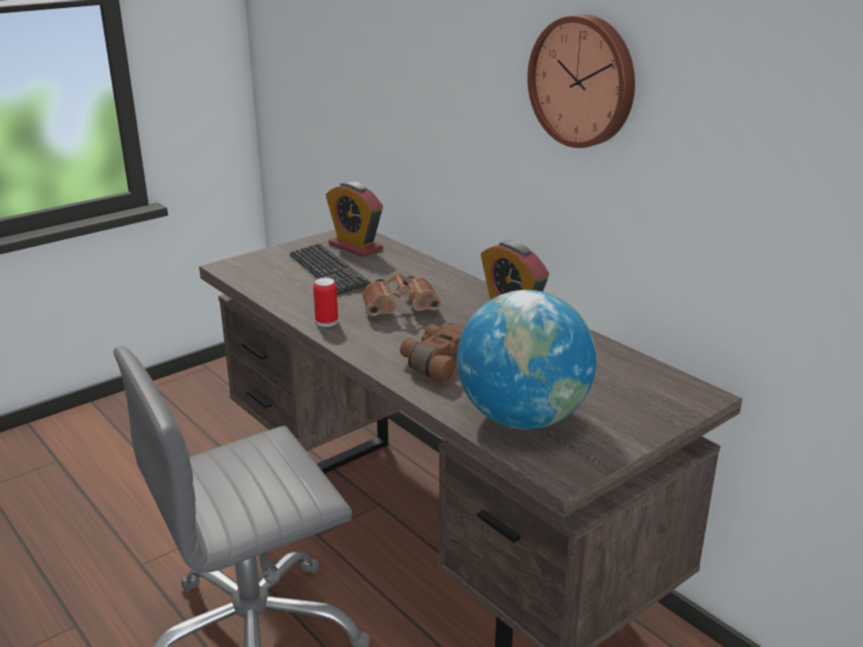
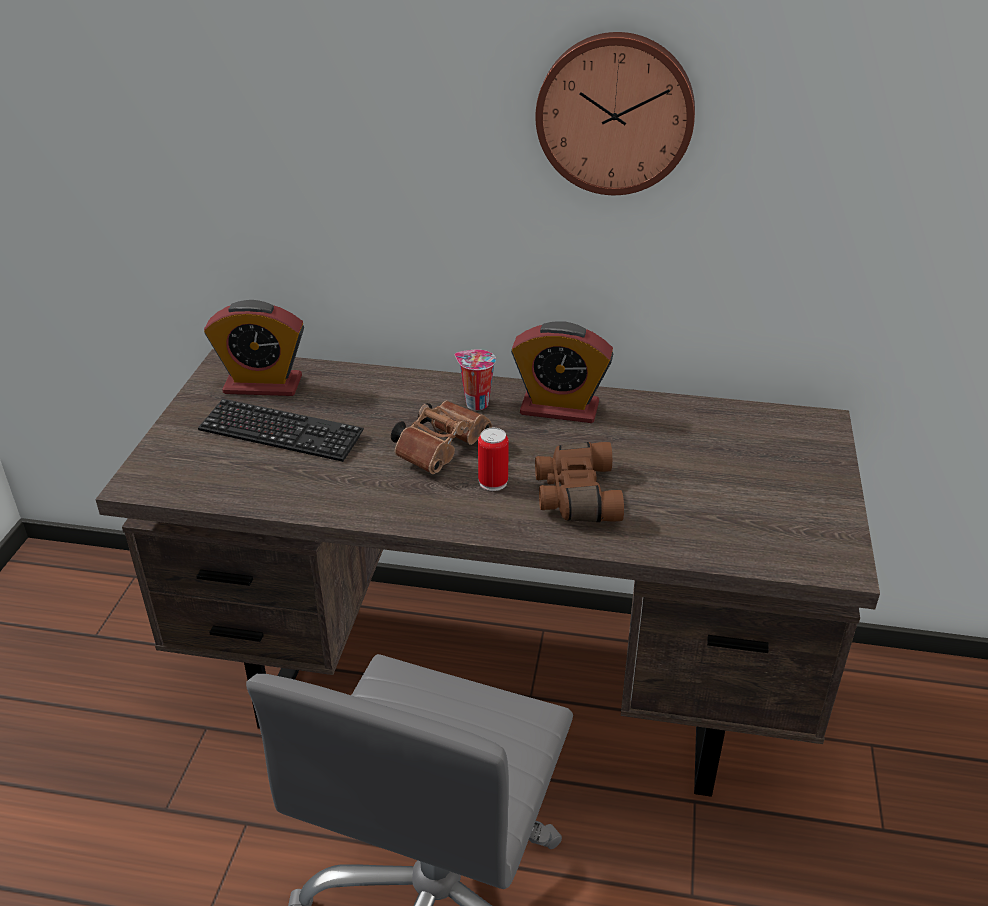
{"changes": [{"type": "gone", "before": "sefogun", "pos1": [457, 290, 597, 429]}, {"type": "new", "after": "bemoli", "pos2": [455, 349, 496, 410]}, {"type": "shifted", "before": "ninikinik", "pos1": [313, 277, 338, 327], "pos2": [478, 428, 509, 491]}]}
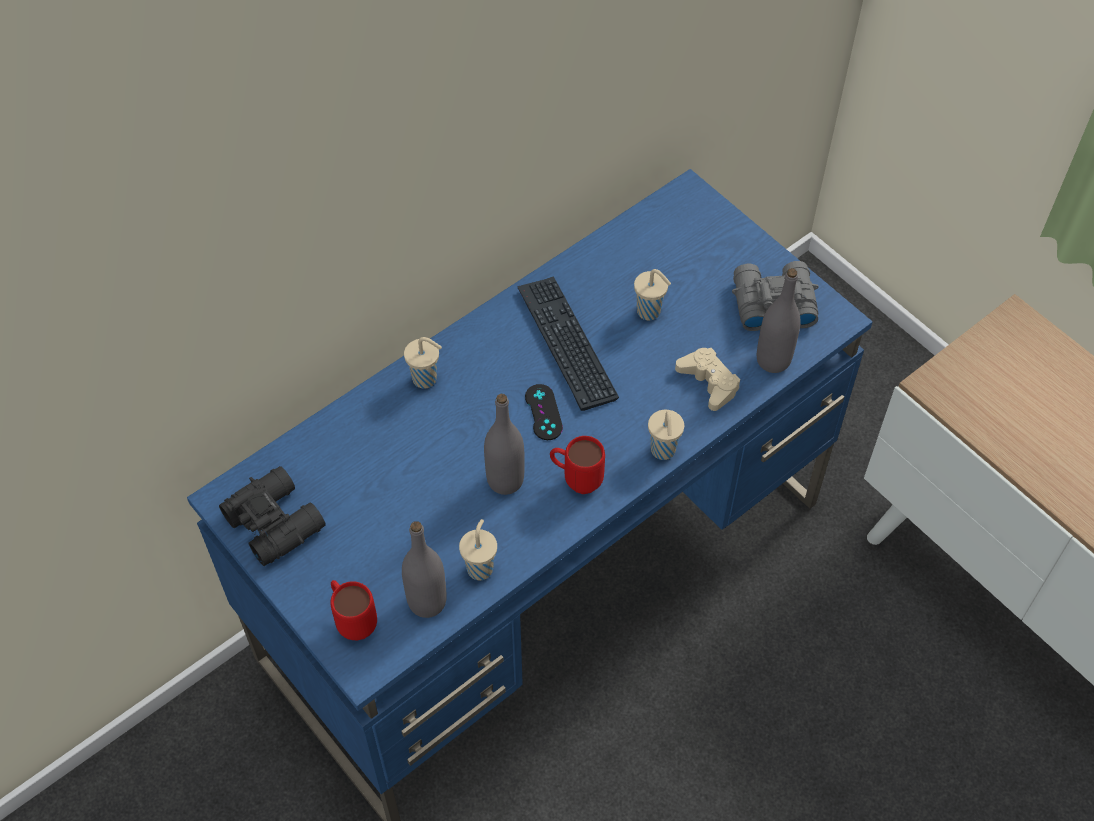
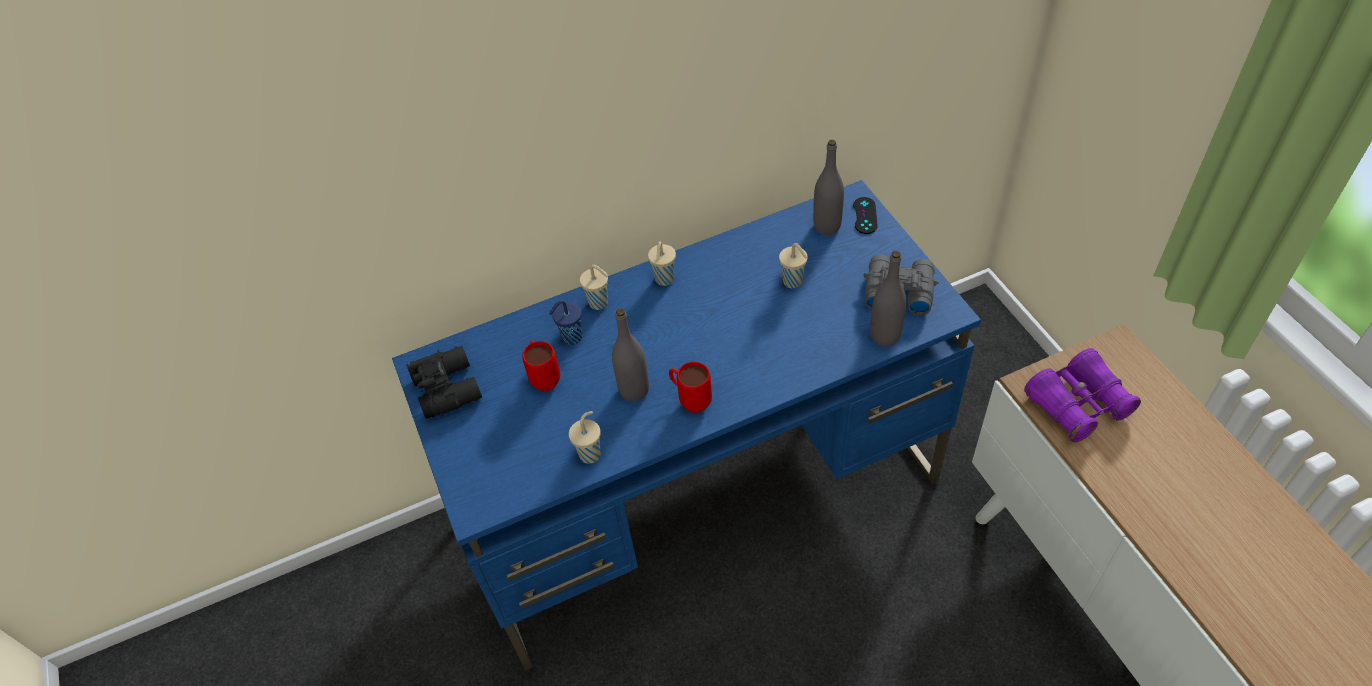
{"changes": [{"type": "gone", "before": "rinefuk", "pos1": [517, 276, 619, 411]}, {"type": "gone", "before": "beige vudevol", "pos1": [675, 348, 740, 411]}, {"type": "new", "after": "blue bemoli", "pos2": [549, 300, 582, 345]}, {"type": "new", "after": "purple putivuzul", "pos2": [1024, 348, 1141, 442]}, {"type": "shifted", "before": "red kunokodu", "pos1": [331, 580, 377, 641], "pos2": [522, 340, 560, 391]}, {"type": "shifted", "before": "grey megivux", "pos1": [402, 521, 447, 618], "pos2": [813, 140, 844, 235]}, {"type": "shifted", "before": "black vudevol", "pos1": [525, 384, 563, 440], "pos2": [853, 197, 878, 234]}, {"type": "shifted", "before": "beige bemoli", "pos1": [648, 410, 684, 460], "pos2": [648, 241, 676, 286]}]}
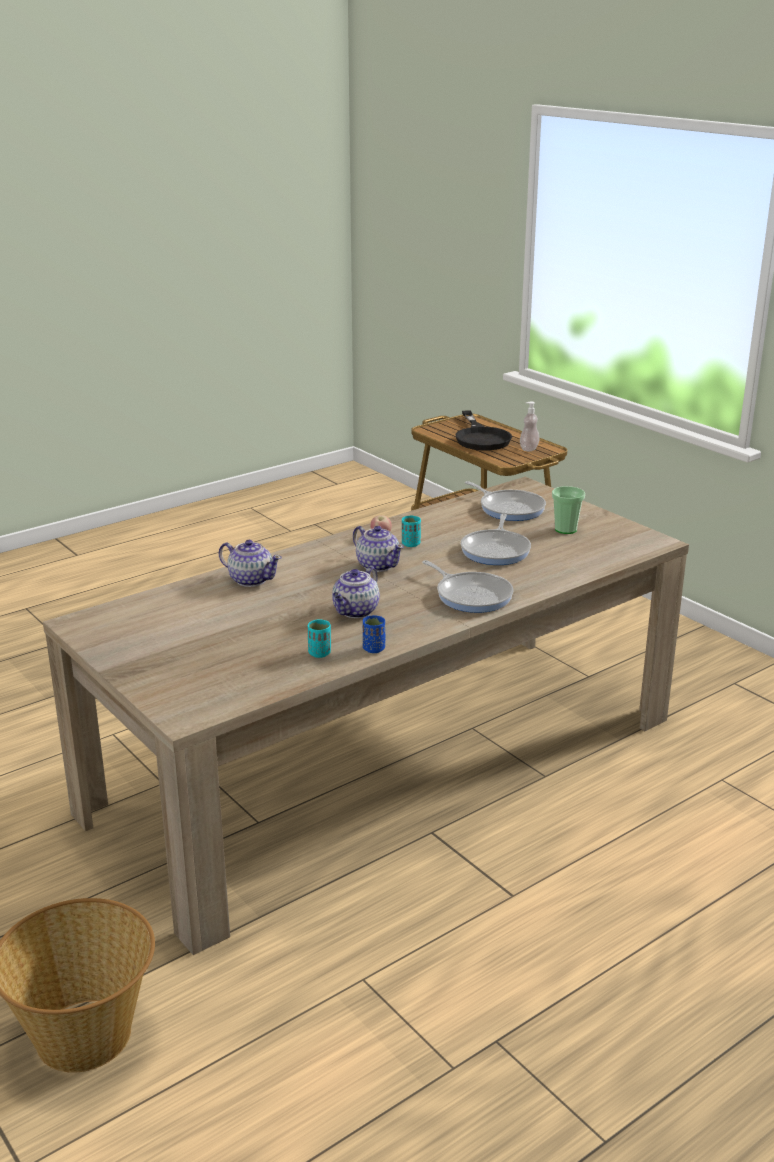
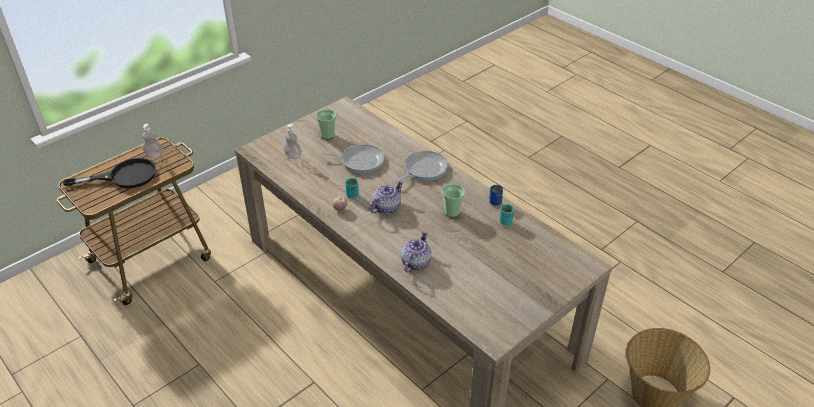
{"changes": [{"type": "swapped", "before": "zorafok", "after": "bemoli", "pos1": [332, 566, 380, 618], "pos2": [442, 184, 465, 218]}, {"type": "swapped", "before": "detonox", "after": "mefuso", "pos1": [465, 481, 546, 521], "pos2": [284, 124, 302, 160]}]}
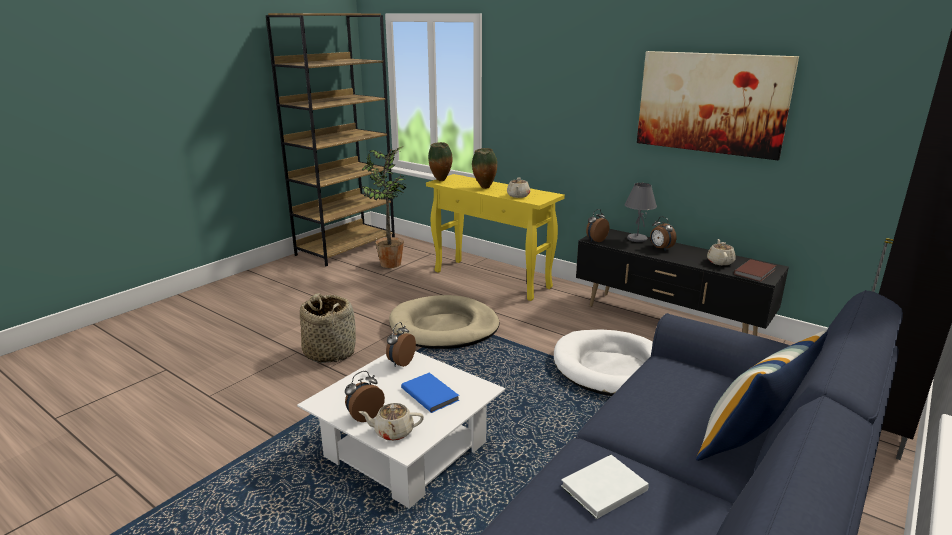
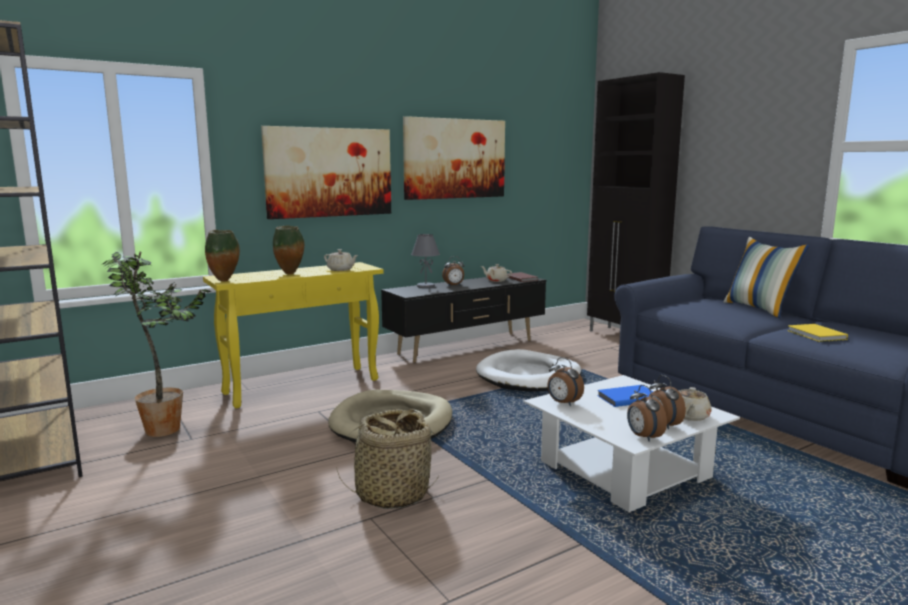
{"changes": [{"type": "new", "after": "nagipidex", "pos2": [261, 126, 391, 219]}, {"type": "shifted", "before": "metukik", "pos1": [586, 209, 609, 242], "pos2": [627, 385, 667, 442]}, {"type": "repainted", "before": "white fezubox", "after": "yellow fezubox", "pos1": [561, 455, 649, 519], "pos2": [787, 324, 848, 342]}]}
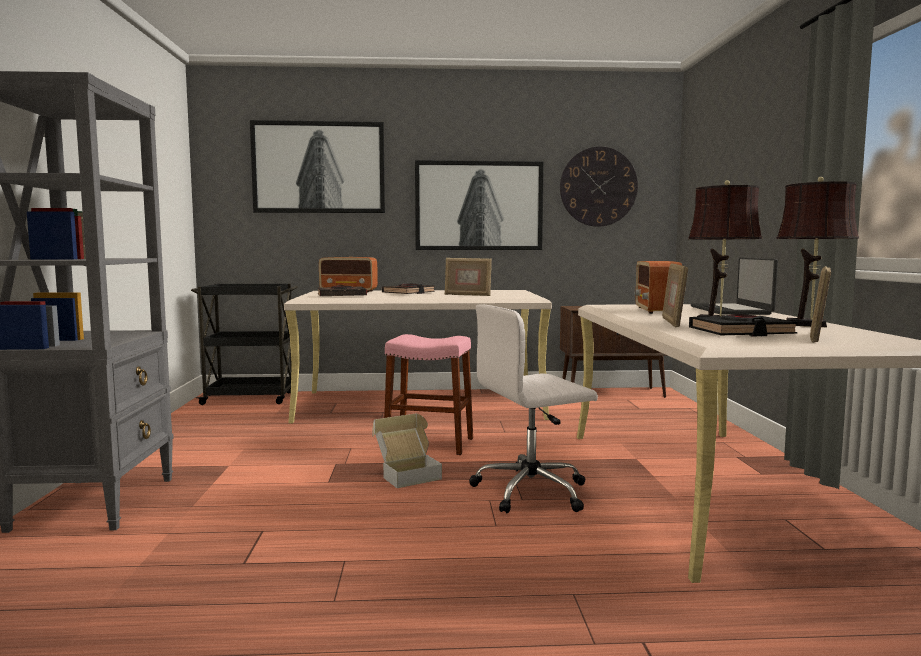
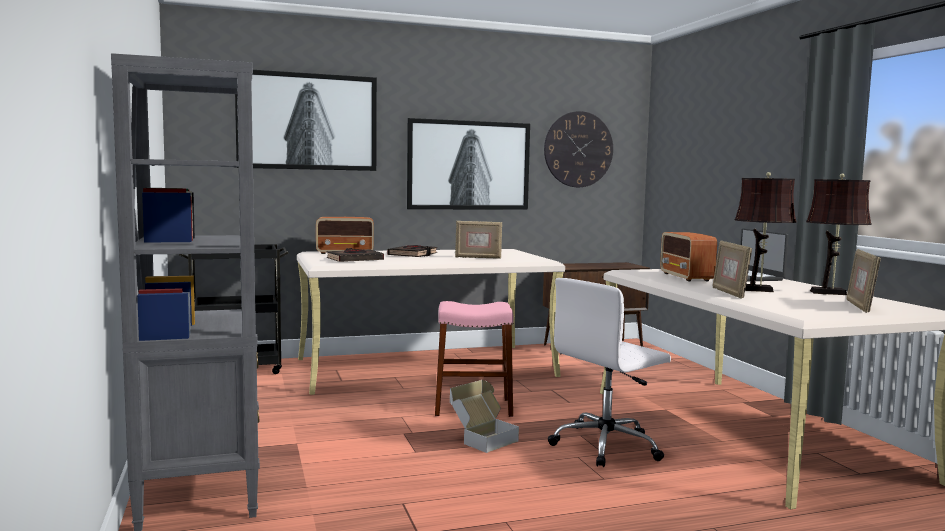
{"changes": [{"type": "gone", "before": "black fezubox", "pos1": [689, 314, 798, 337]}]}
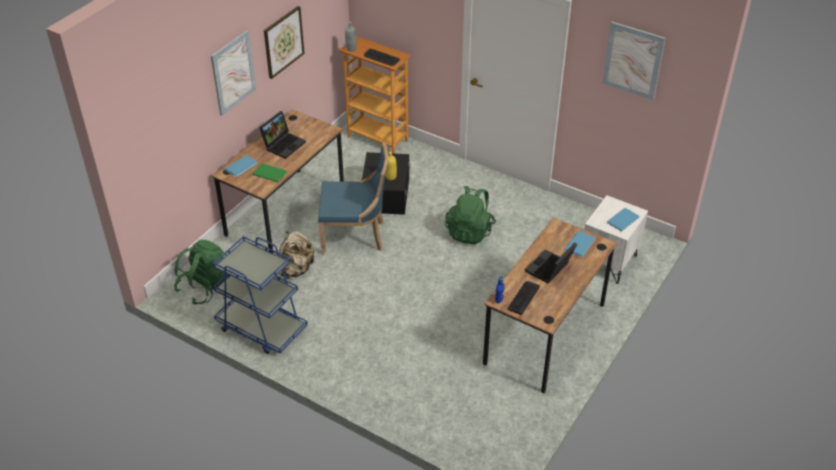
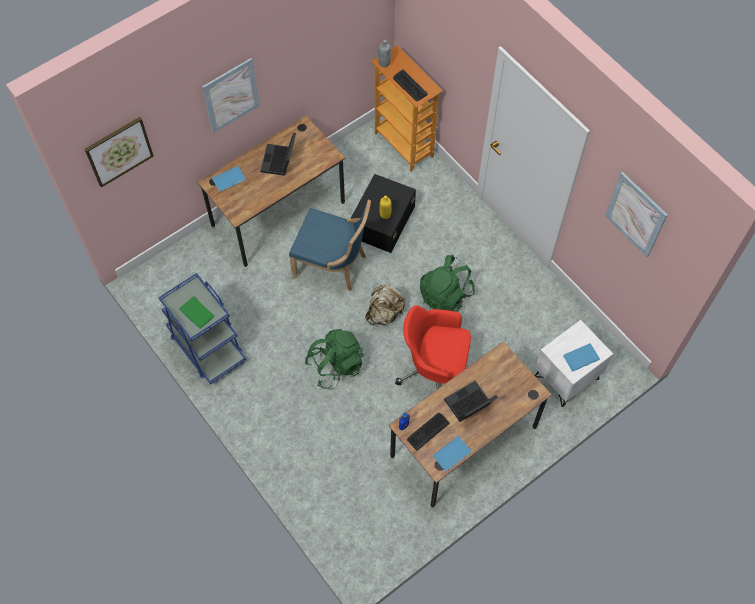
{"changes": [{"type": "new", "after": "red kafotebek", "pos2": [395, 305, 471, 389]}, {"type": "shifted", "before": "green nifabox", "pos1": [174, 240, 228, 305], "pos2": [305, 329, 363, 389]}, {"type": "shifted", "before": "green fezubox", "pos1": [253, 163, 287, 182], "pos2": [179, 296, 214, 329]}, {"type": "shifted", "before": "nagipidex", "pos1": [264, 6, 305, 79], "pos2": [85, 117, 154, 188]}, {"type": "shifted", "before": "beige nifabox", "pos1": [279, 231, 315, 279], "pos2": [365, 284, 405, 325]}, {"type": "shifted", "before": "blue fezubox", "pos1": [564, 231, 595, 257], "pos2": [433, 436, 471, 471]}, {"type": "rotated", "before": "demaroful", "pos1": [259, 111, 306, 159], "pos2": [260, 132, 296, 176], "turn": 135}]}
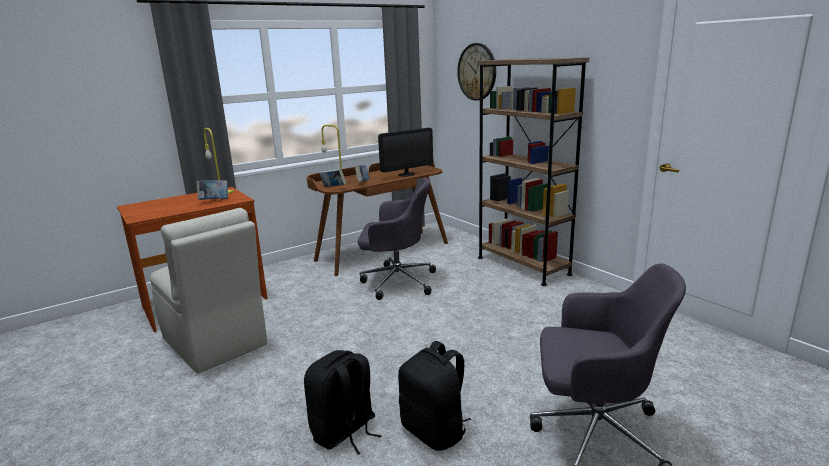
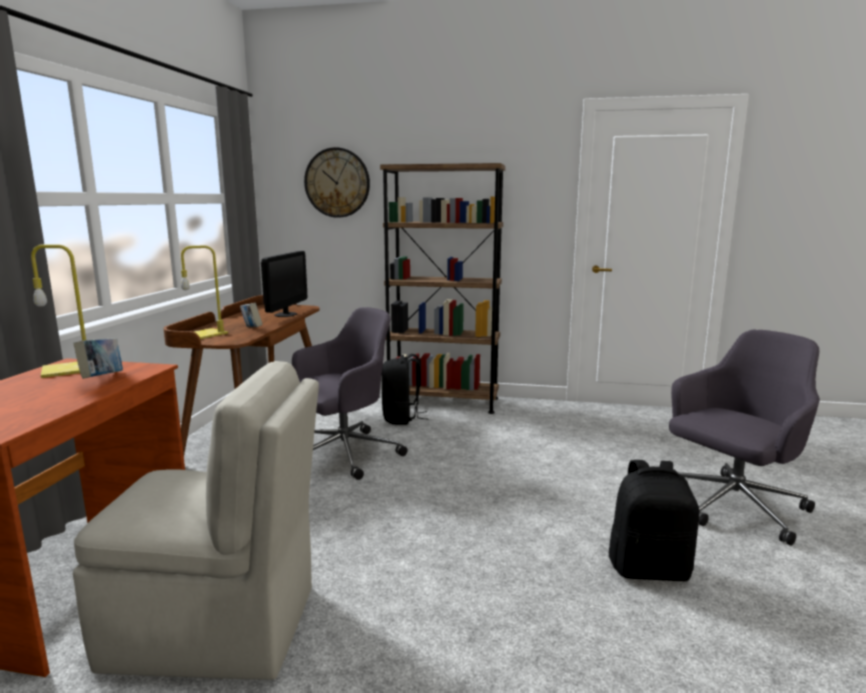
{"changes": [{"type": "gone", "before": "fezubox", "pos1": [320, 168, 346, 187]}, {"type": "shifted", "before": "black nifabox", "pos1": [304, 350, 382, 455], "pos2": [381, 354, 428, 425]}]}
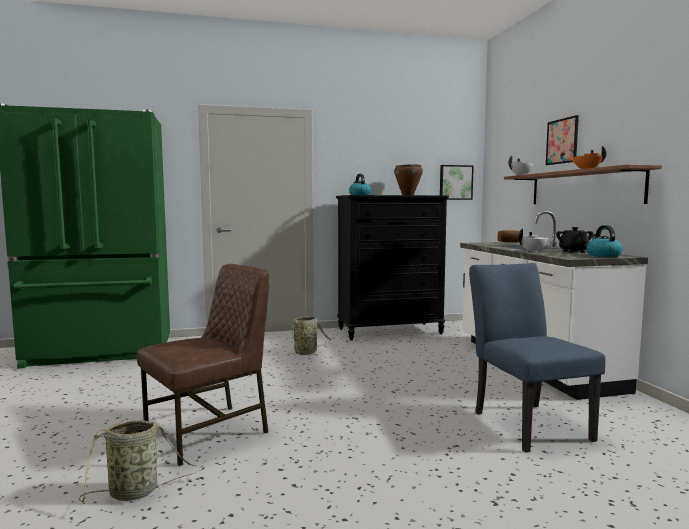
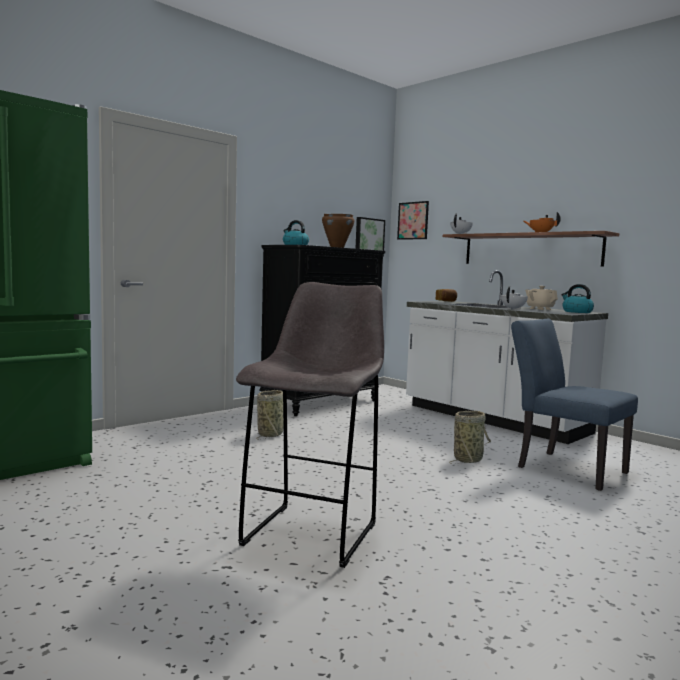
{"changes": [{"type": "shifted", "before": "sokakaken", "pos1": [79, 420, 205, 504], "pos2": [449, 411, 491, 464]}, {"type": "shifted", "before": "nagipidex", "pos1": [546, 115, 579, 165], "pos2": [397, 201, 429, 240]}, {"type": "swapped", "before": "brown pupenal", "after": "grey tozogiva", "pos1": [137, 264, 270, 466], "pos2": [236, 282, 384, 568]}, {"type": "repainted", "before": "black zorafok", "after": "beige zorafok", "pos1": [556, 227, 593, 253], "pos2": [525, 286, 558, 310]}]}
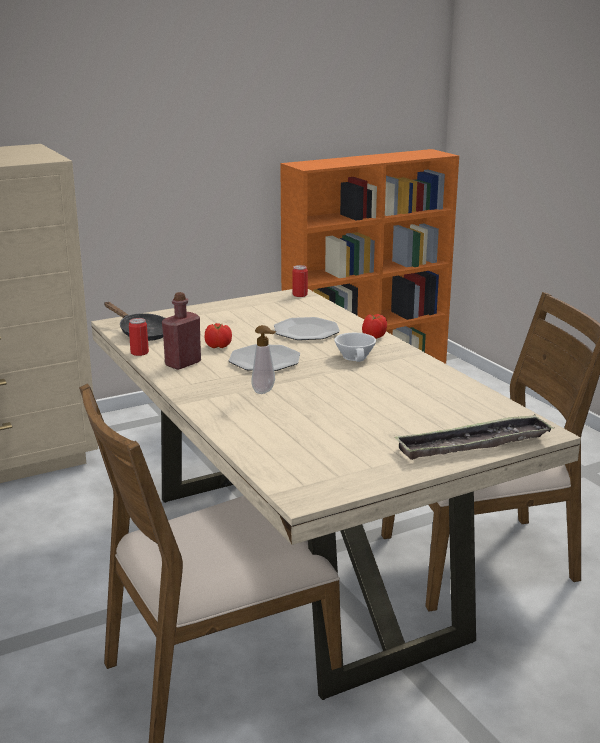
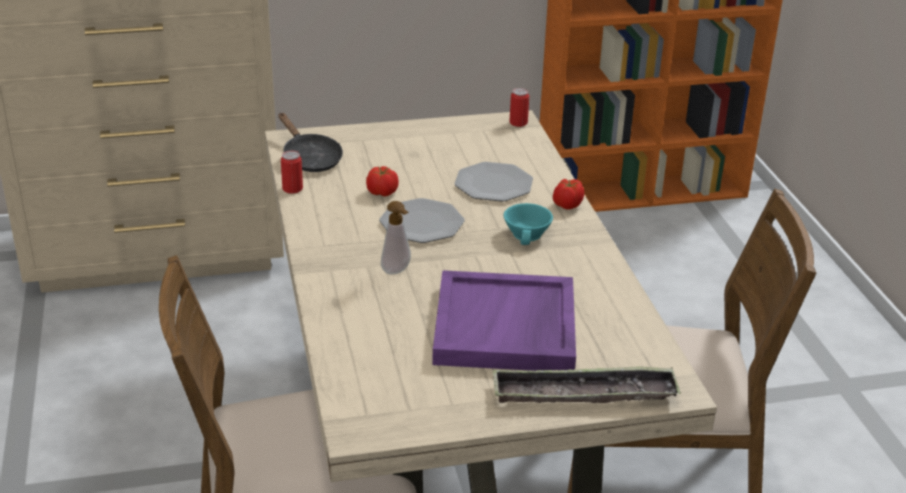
{"changes": [{"type": "gone", "before": "red megivux", "pos1": [162, 292, 201, 370]}, {"type": "new", "after": "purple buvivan", "pos2": [432, 270, 576, 371]}, {"type": "repainted", "before": "white bemoli", "after": "turquoise bemoli", "pos1": [334, 333, 376, 362], "pos2": [504, 203, 553, 245]}]}
